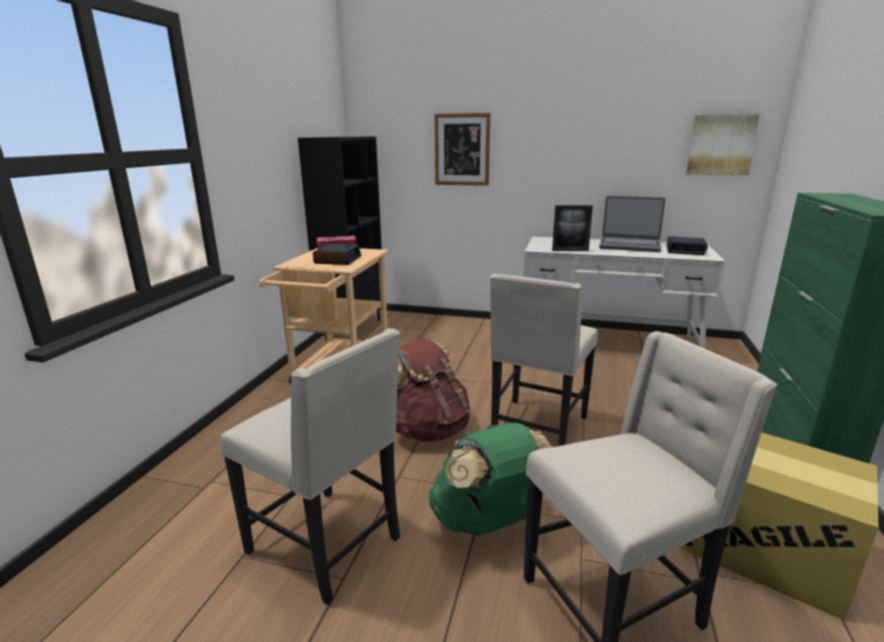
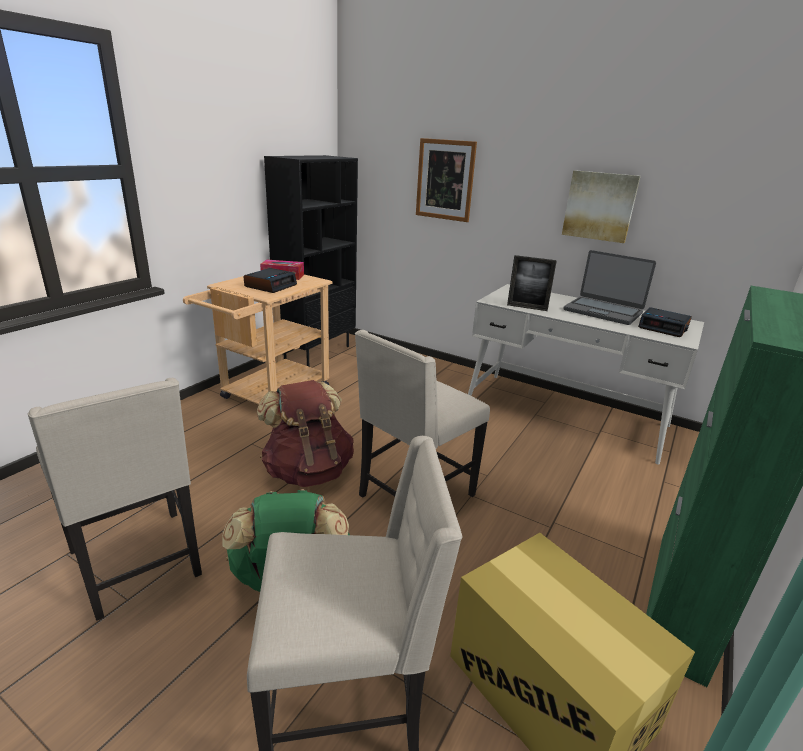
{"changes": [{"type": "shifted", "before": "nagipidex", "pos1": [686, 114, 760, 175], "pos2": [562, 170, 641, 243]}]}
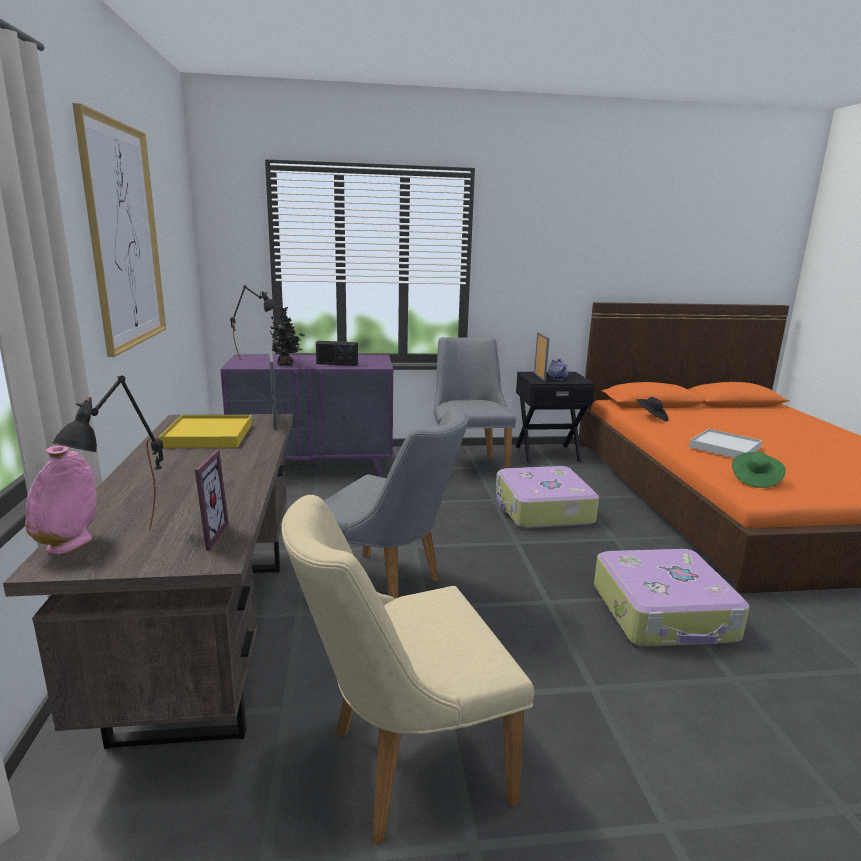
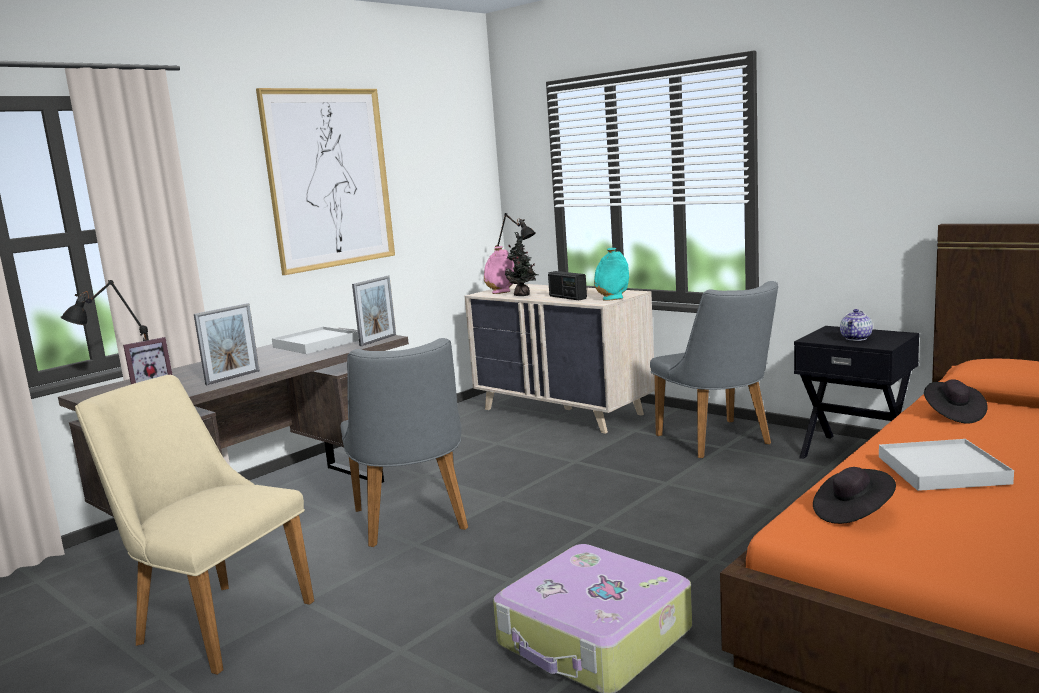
{"changes": [{"type": "gone", "before": "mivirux", "pos1": [496, 466, 599, 529]}, {"type": "new", "after": "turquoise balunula", "pos2": [594, 248, 629, 301]}, {"type": "shifted", "before": "pink balunula", "pos1": [25, 445, 97, 555], "pos2": [484, 246, 514, 294]}, {"type": "shifted", "before": "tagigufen", "pos1": [534, 332, 550, 381], "pos2": [194, 303, 260, 385]}, {"type": "repainted", "before": "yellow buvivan", "after": "white buvivan", "pos1": [159, 415, 252, 448], "pos2": [272, 326, 359, 354]}, {"type": "repainted", "before": "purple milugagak", "after": "beige milugagak", "pos1": [220, 354, 393, 476], "pos2": [465, 284, 655, 434]}, {"type": "repainted", "before": "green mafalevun", "after": "black mafalevun", "pos1": [732, 452, 786, 488], "pos2": [813, 467, 896, 524]}, {"type": "rotated", "before": "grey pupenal", "pos1": [434, 337, 516, 468], "pos2": [650, 281, 778, 458], "turn": 120}]}
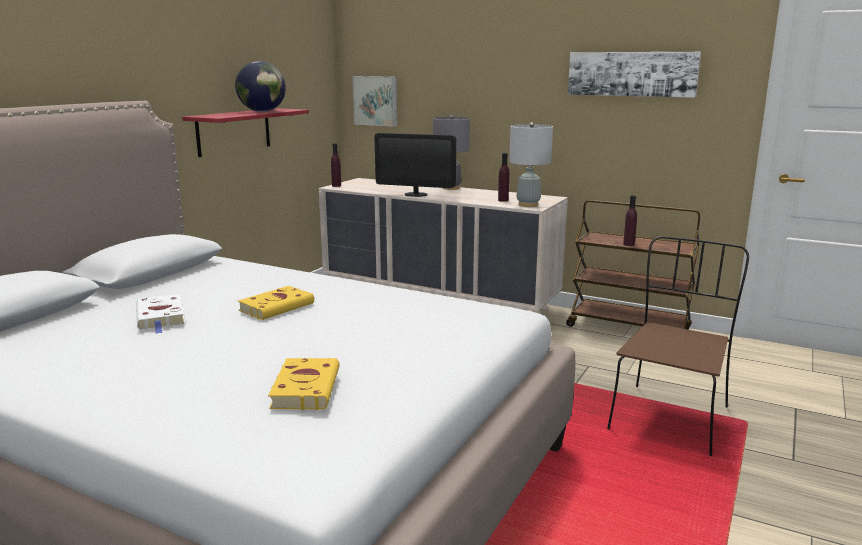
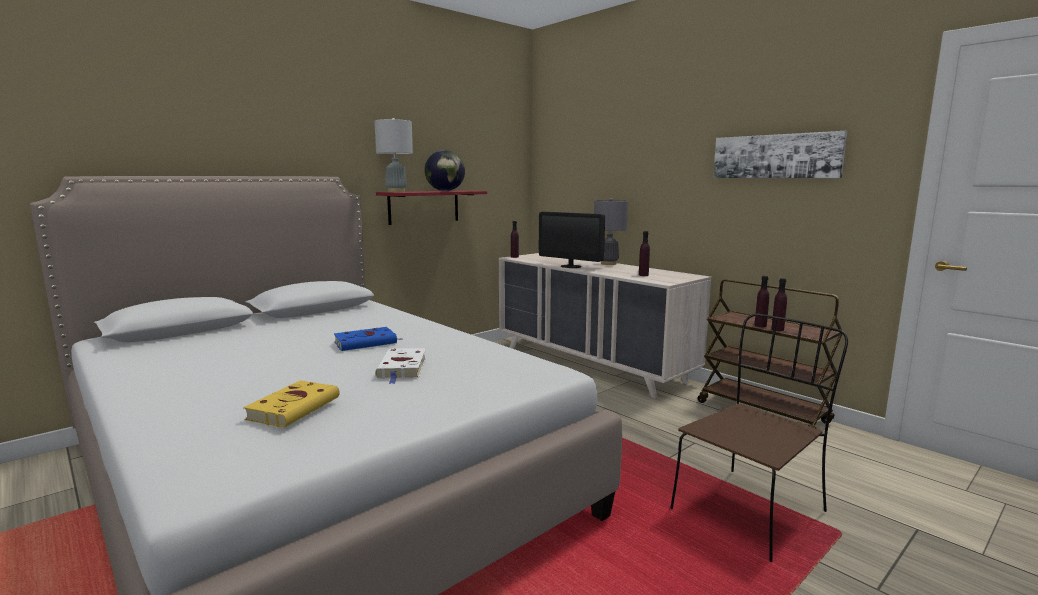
{"changes": [{"type": "gone", "before": "nagipidex", "pos1": [352, 76, 397, 127]}, {"type": "new", "after": "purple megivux", "pos2": [771, 278, 787, 331]}, {"type": "shifted", "before": "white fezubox", "pos1": [136, 294, 185, 334], "pos2": [375, 348, 426, 384]}, {"type": "shifted", "before": "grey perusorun", "pos1": [509, 122, 553, 207], "pos2": [374, 118, 413, 192]}, {"type": "repainted", "before": "yellow fezubox", "after": "blue fezubox", "pos1": [238, 286, 314, 320], "pos2": [334, 327, 403, 351]}]}
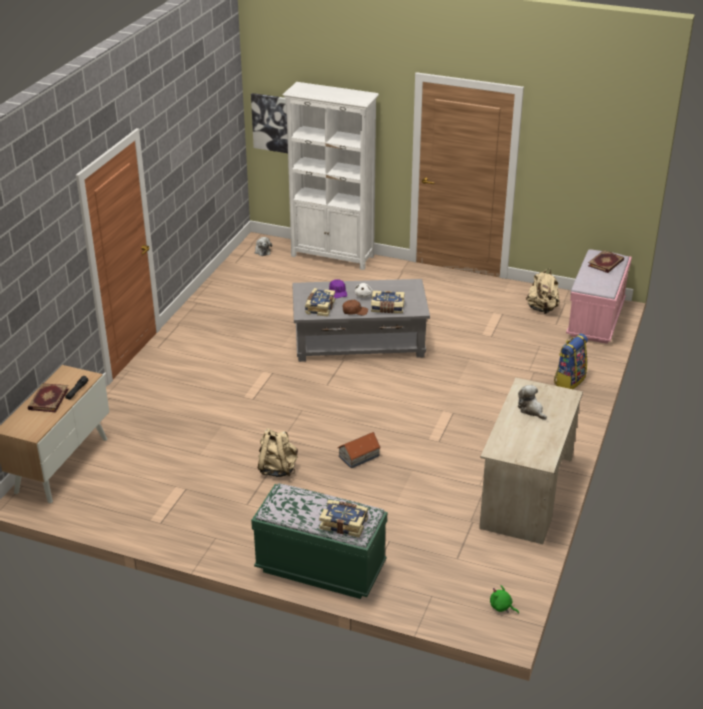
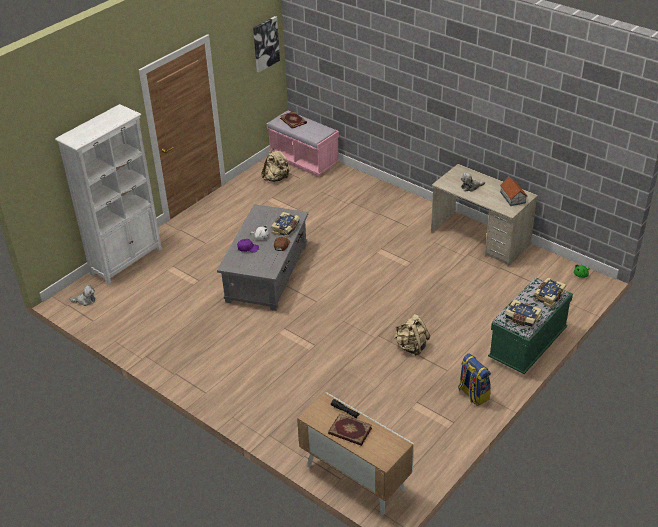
{"changes": [{"type": "shifted", "before": "nagipidex", "pos1": [251, 93, 288, 153], "pos2": [253, 16, 280, 72]}, {"type": "shifted", "before": "fezubox", "pos1": [305, 288, 335, 317], "pos2": [505, 299, 542, 329]}, {"type": "shifted", "before": "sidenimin", "pos1": [338, 432, 381, 468], "pos2": [500, 177, 528, 206]}, {"type": "shifted", "before": "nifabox", "pos1": [554, 334, 588, 389], "pos2": [458, 354, 491, 406]}]}
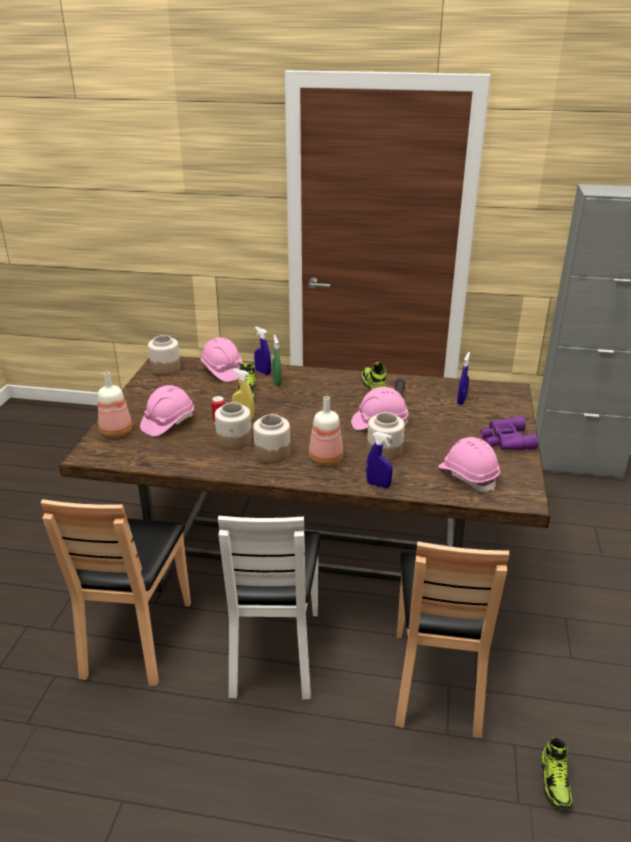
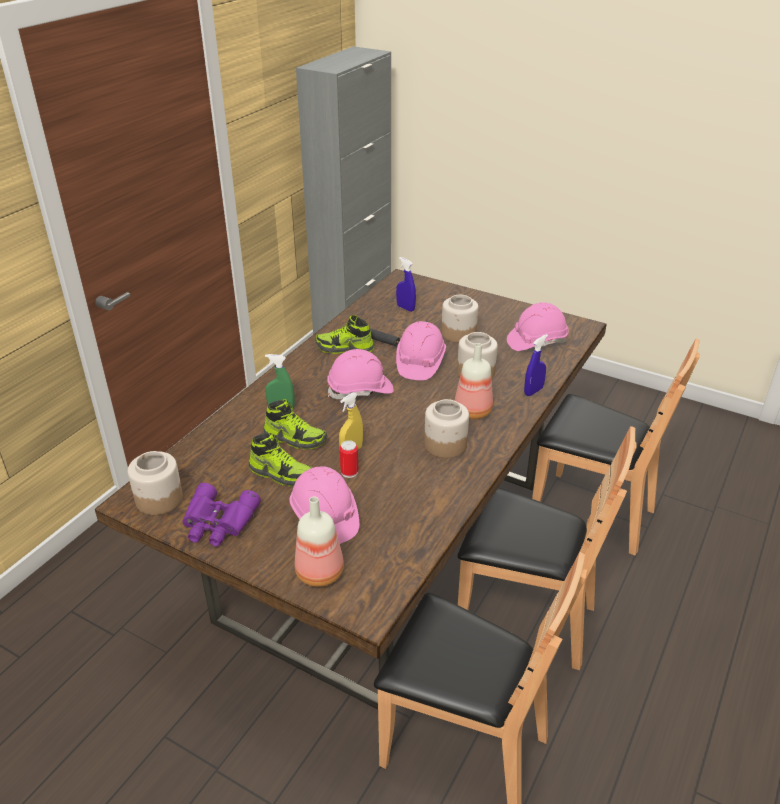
{"changes": [{"type": "gone", "before": "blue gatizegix", "pos1": [254, 327, 271, 375]}, {"type": "shifted", "before": "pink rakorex", "pos1": [201, 337, 243, 382], "pos2": [327, 349, 394, 399]}, {"type": "shifted", "before": "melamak", "pos1": [215, 402, 252, 450], "pos2": [441, 295, 478, 343]}, {"type": "shifted", "before": "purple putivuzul", "pos1": [481, 416, 538, 450], "pos2": [182, 483, 261, 547]}, {"type": "shifted", "before": "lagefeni", "pos1": [541, 737, 572, 810], "pos2": [249, 432, 312, 486]}, {"type": "repainted", "before": "white pupenal", "after": "brown pupenal", "pos1": [218, 516, 321, 699], "pos2": [458, 426, 636, 670]}]}
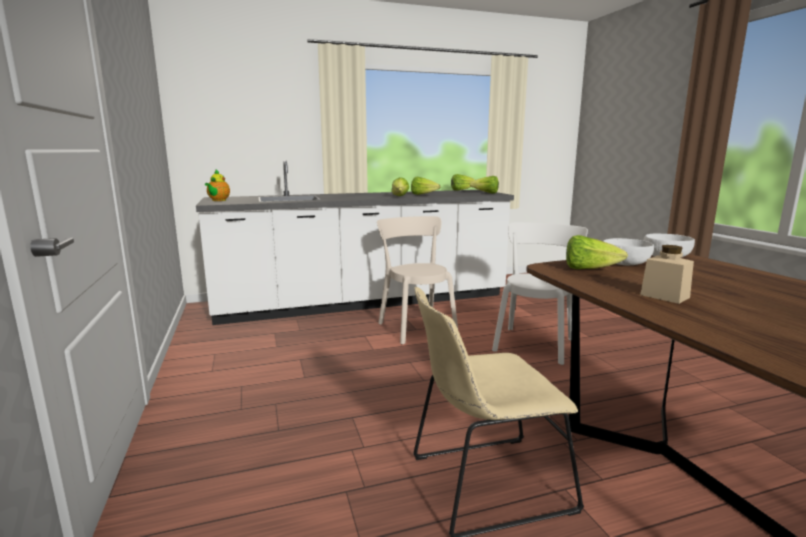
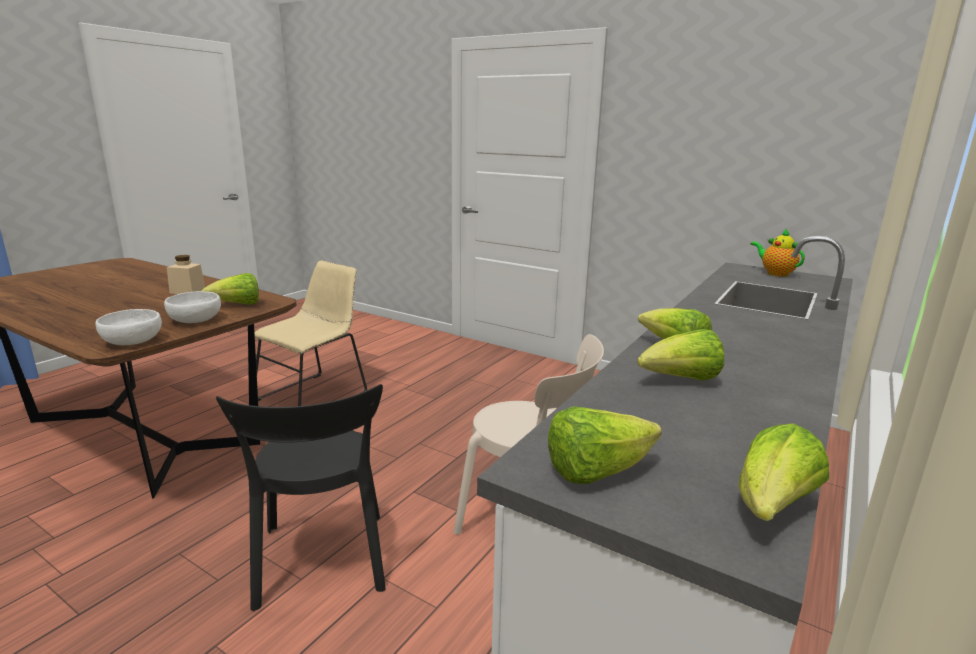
{"changes": [{"type": "repainted", "before": "white pupenal", "after": "black pupenal", "pos1": [492, 222, 588, 365], "pos2": [216, 384, 386, 611]}]}
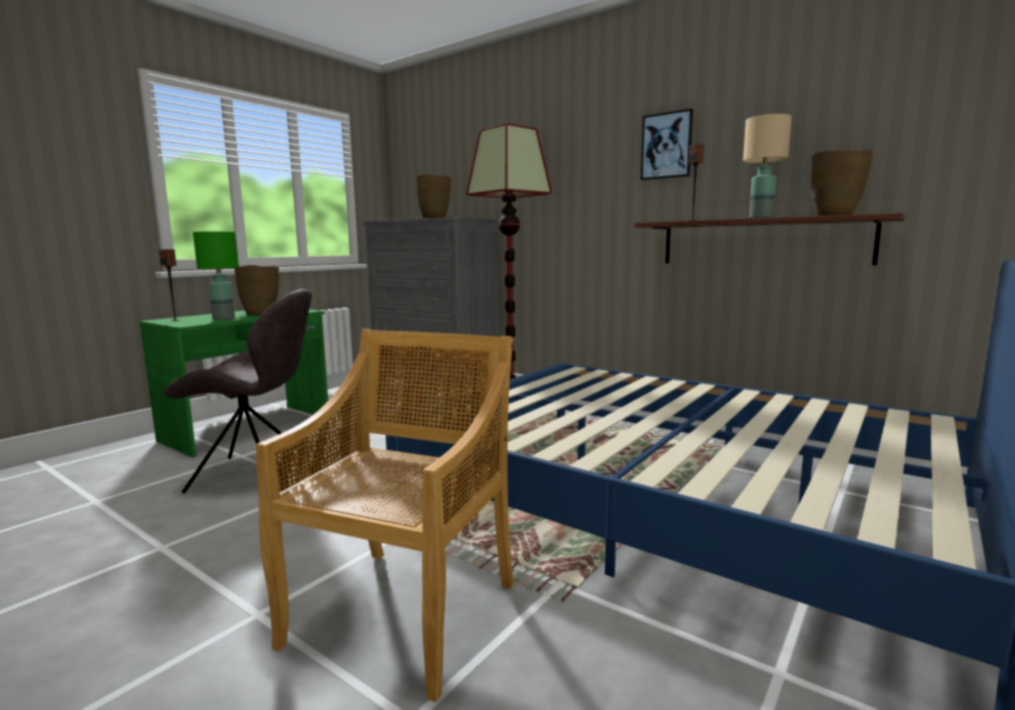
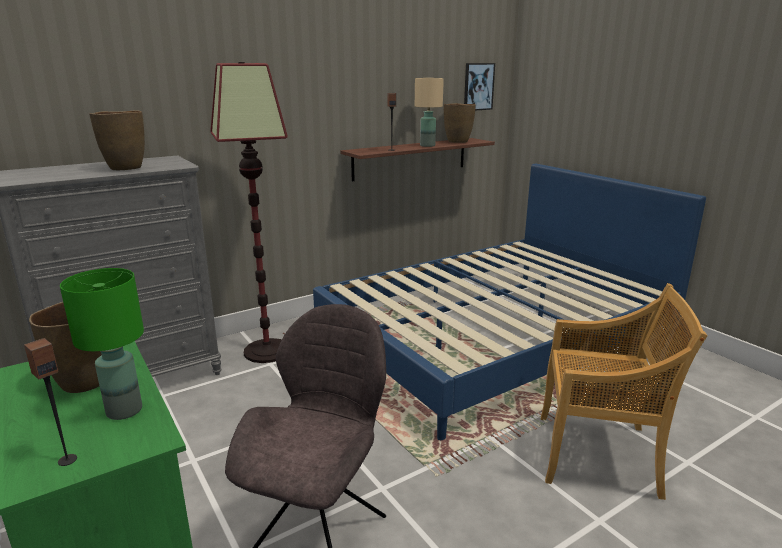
{"changes": [{"type": "shifted", "before": "nagipidex", "pos1": [641, 109, 693, 180], "pos2": [464, 63, 495, 111]}, {"type": "rotated", "before": "beige pupenal", "pos1": [256, 329, 514, 702], "pos2": [541, 283, 708, 500], "turn": 150}]}
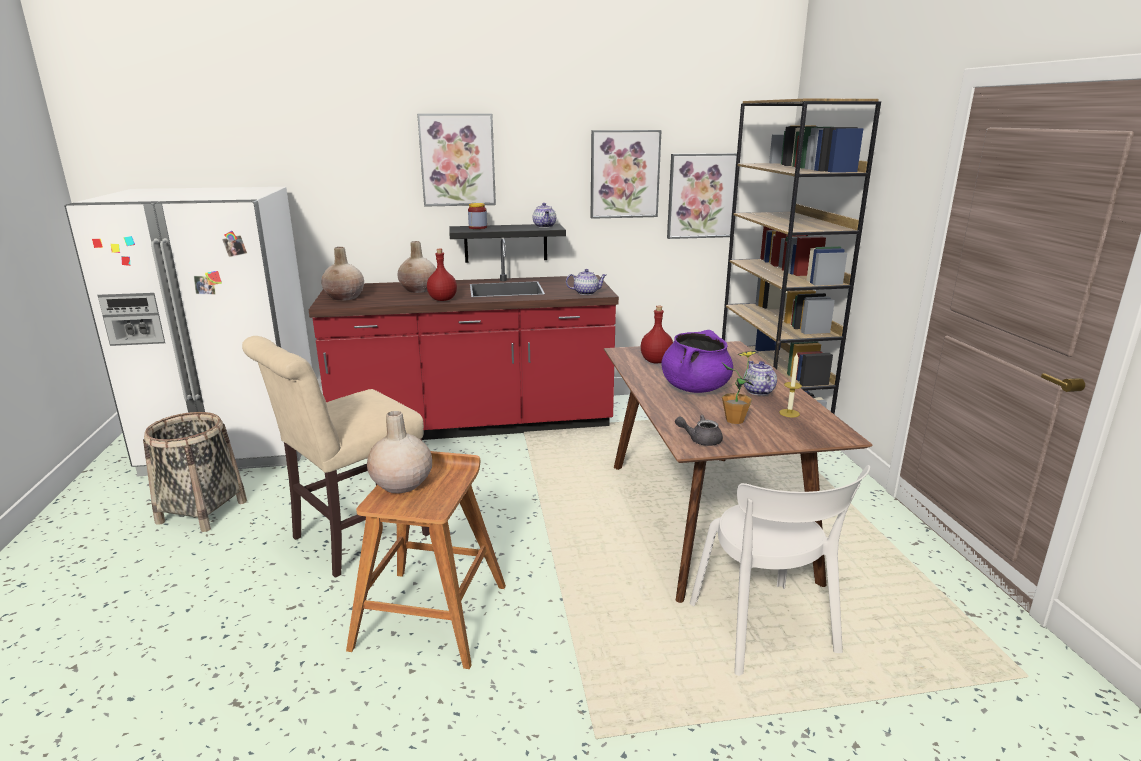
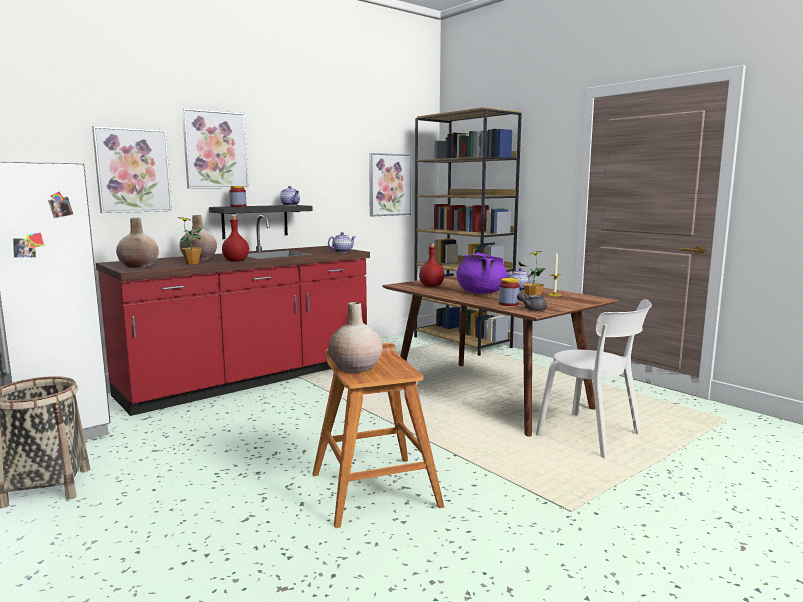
{"changes": [{"type": "gone", "before": "beige pupenal", "pos1": [242, 336, 430, 578]}, {"type": "new", "after": "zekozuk", "pos2": [178, 217, 202, 264]}, {"type": "new", "after": "melamak", "pos2": [499, 278, 520, 306]}, {"type": "shifted", "before": "nagipidex", "pos1": [591, 130, 662, 219], "pos2": [92, 126, 172, 213]}]}
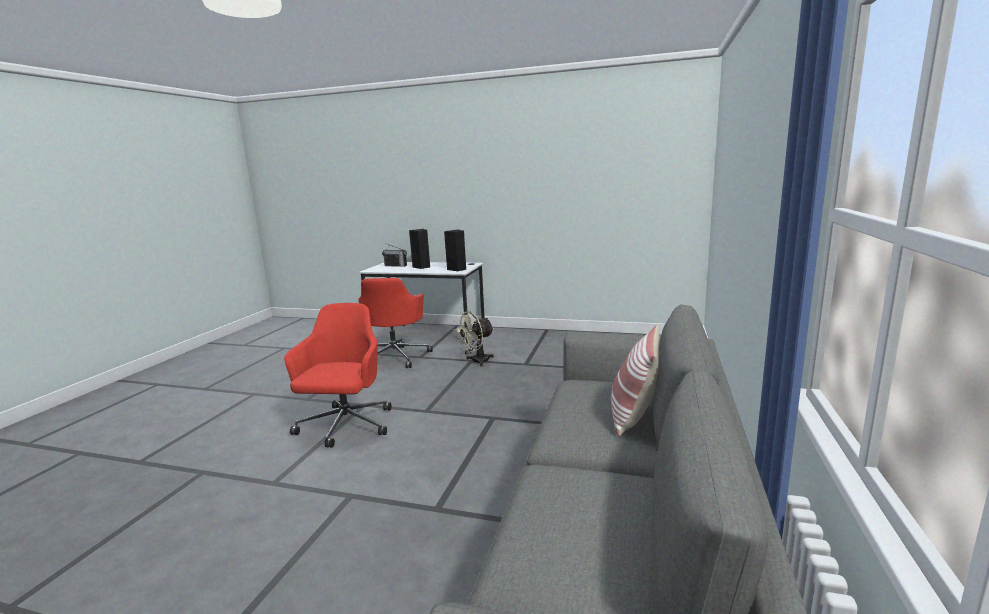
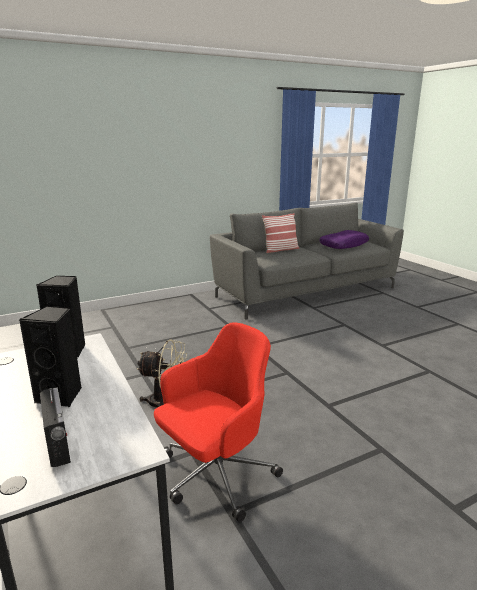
{"changes": [{"type": "gone", "before": "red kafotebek", "pos1": [284, 303, 391, 448]}, {"type": "new", "after": "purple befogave", "pos2": [319, 230, 369, 249]}]}
